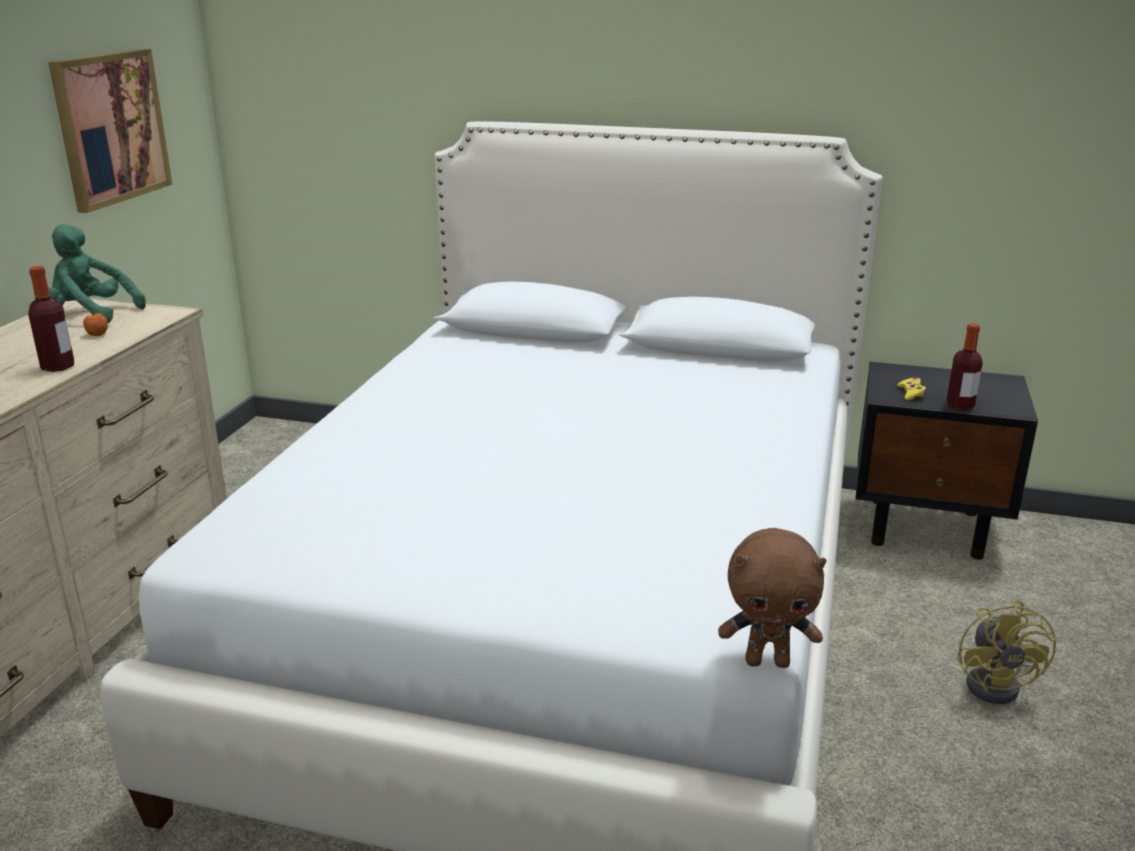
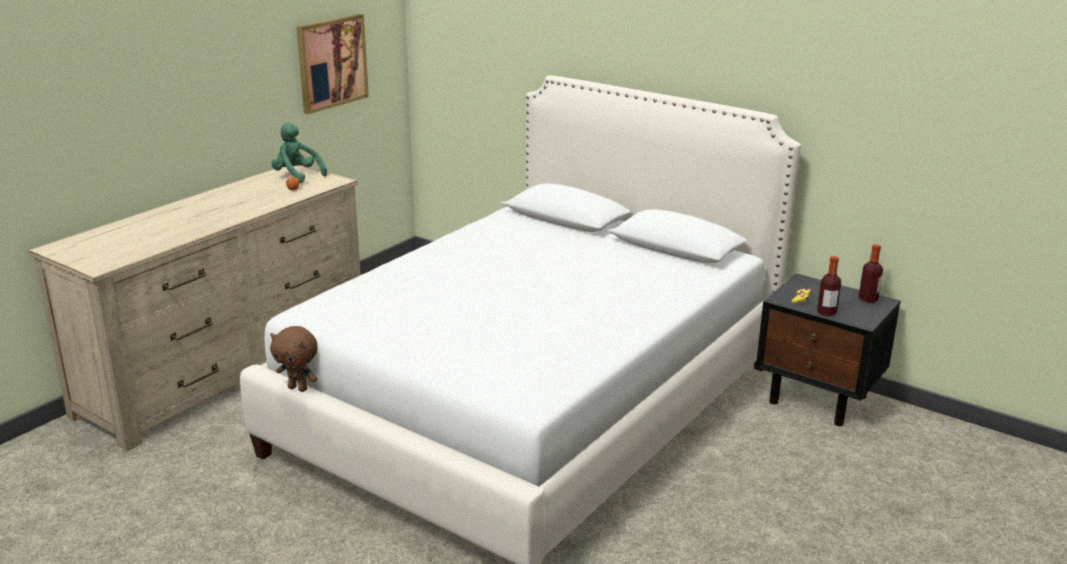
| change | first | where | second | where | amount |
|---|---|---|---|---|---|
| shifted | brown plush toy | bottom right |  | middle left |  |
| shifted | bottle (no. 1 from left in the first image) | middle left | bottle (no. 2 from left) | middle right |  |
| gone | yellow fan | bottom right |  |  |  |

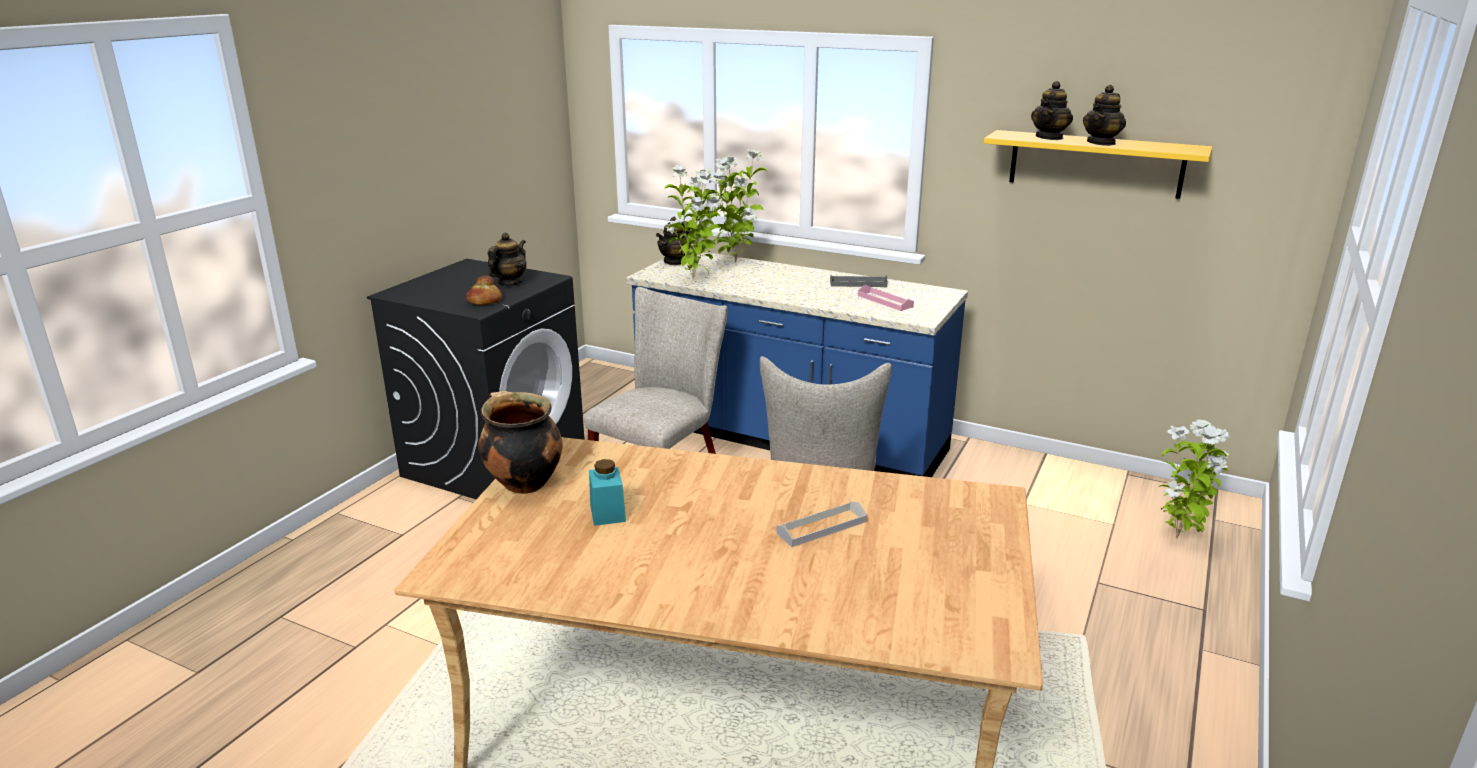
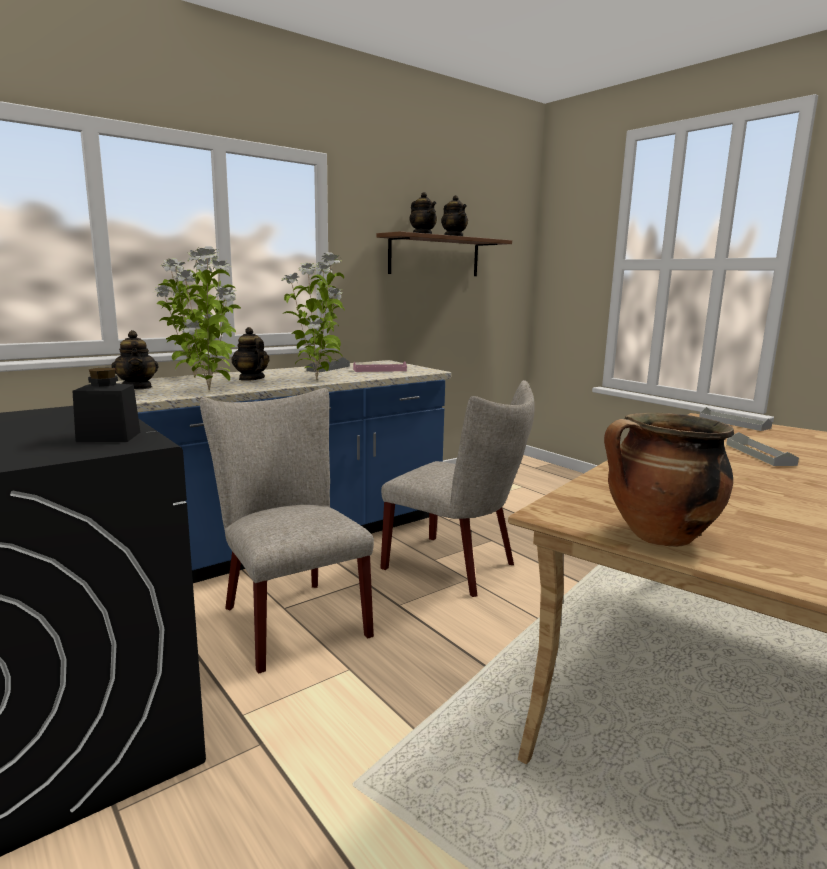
| change | first | where | second | where | amount |
|---|---|---|---|---|---|
| swapped | bread | middle left | black jar | middle left |  |
| shifted | teapot (no. 1 from left in the first image) | centre | teapot (no. 2 from left) | middle left |  |
| shifted | potted plant (no. 3 from left) | middle right |  | centre |  |
| repainted | yellow shelf | top right | brown shelf | top centre |  |
| new |  |  | grey tray (no. 2 from left) | middle right |  |
| gone | turquoise jar | centre |  |  |  |

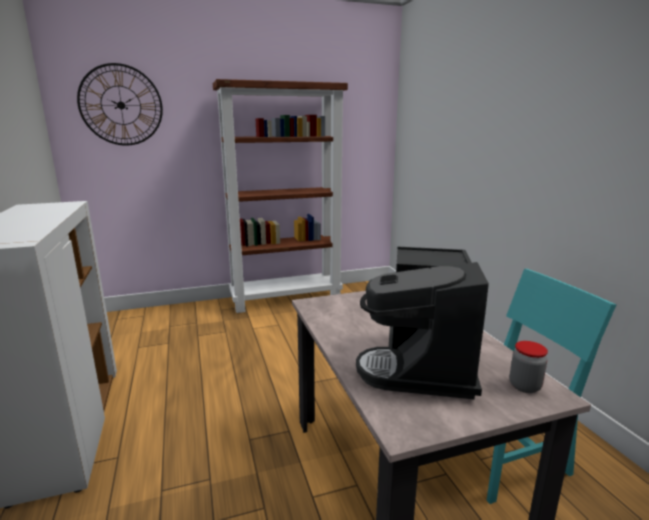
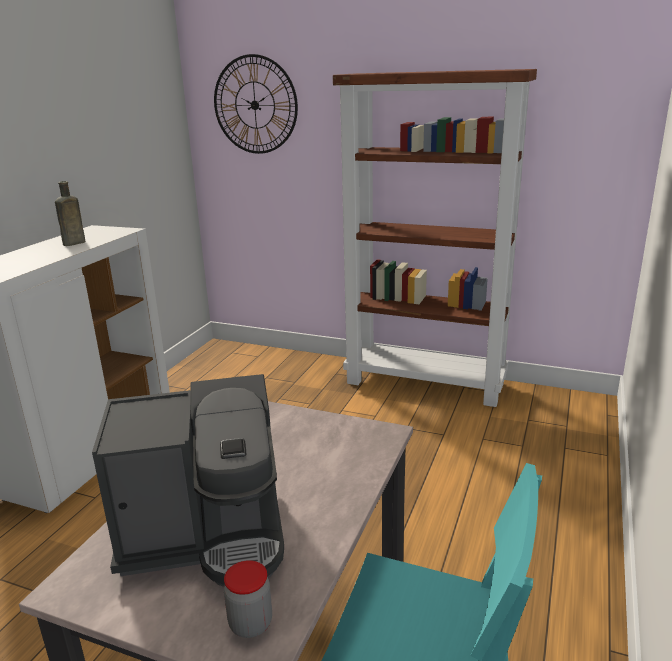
| change | first | where | second | where | amount |
|---|---|---|---|---|---|
| new |  |  | brown bottle | top left |  |
| rotated | coffee machine | centre |  | bottom left | 150 degrees counterclockwise |

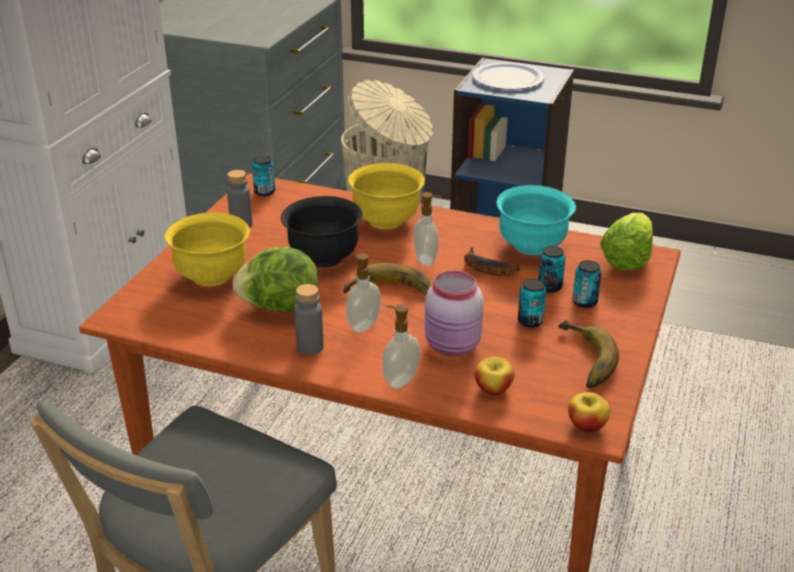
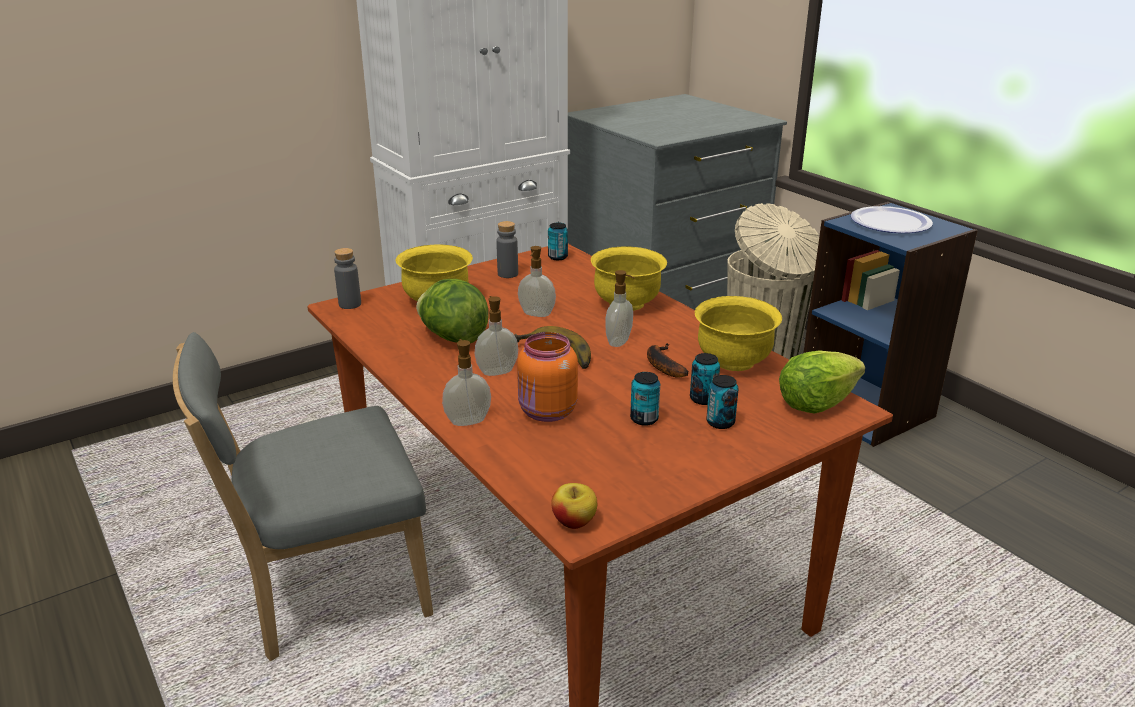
| change | first | where | second | where | amount |
|---|---|---|---|---|---|
| shifted | grey bottle (no. 2 from left in the first image) | centre | grey bottle (no. 1 from left) | middle left |  |
| repainted | pink jar | centre | orange jar | centre |  |
| swapped | black bowl | centre | soap dispenser (no. 3 from left) | centre |  |
| repainted | turquoise bowl | middle right | yellow bowl (no. 3 from left) | centre |  |
| gone | apple (no. 1 from left) | centre |  |  |  |
| gone | banana (no. 3 from left) | middle right |  |  |  |

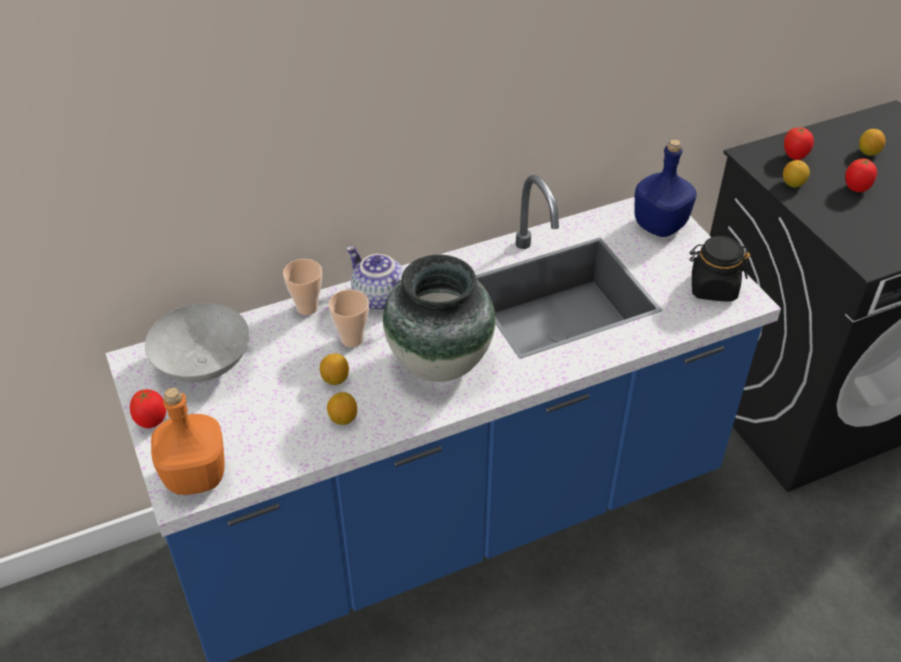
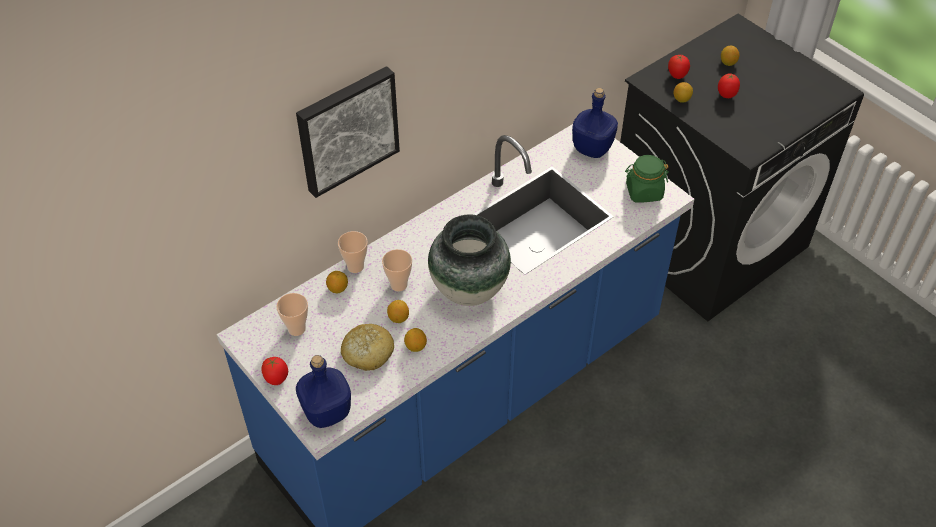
| change | first | where | second | where | amount |
|---|---|---|---|---|---|
| swapped | grey bowl | middle left | cup (no. 1 from left) | middle left |  |
| new |  |  | picture | top centre |  |
| repainted | orange bottle | middle left | blue bottle (no. 1 from left) | bottom centre |  |
| new |  |  | lemon (no. 1 from left) | centre |  |
| new |  |  | bread | centre |  |
| repainted | black jar | middle right | green jar | middle right |  |
| gone | teapot | centre |  |  |  |

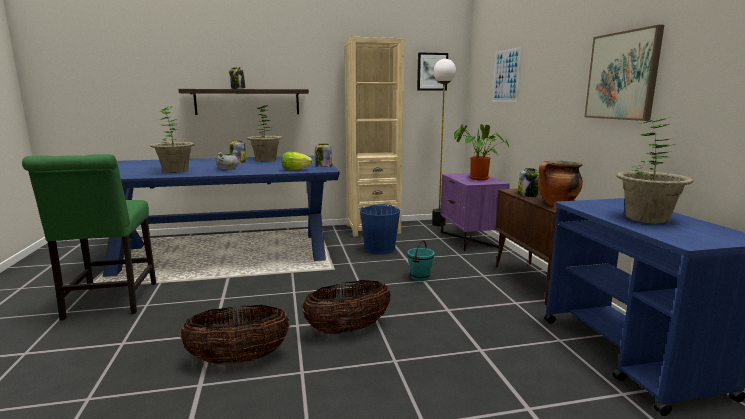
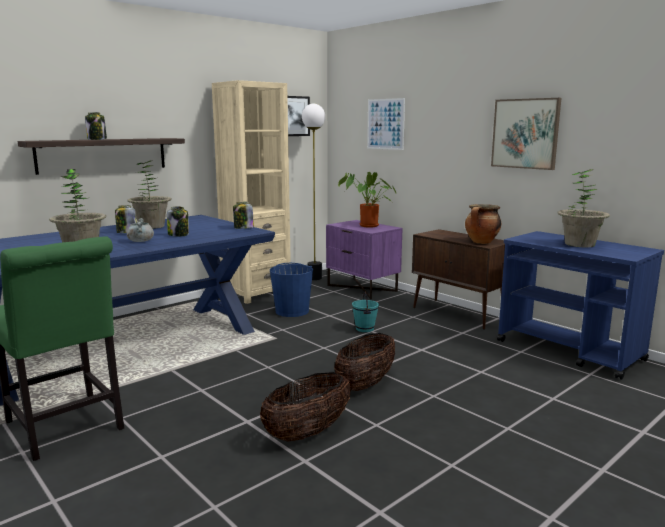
| change | first | where | second | where | amount |
|---|---|---|---|---|---|
| shifted | jar (no. 4 from left in the first image) | middle right | jar (no. 3 from left) | middle left |  |
| gone | lettuce | centre |  |  |  |

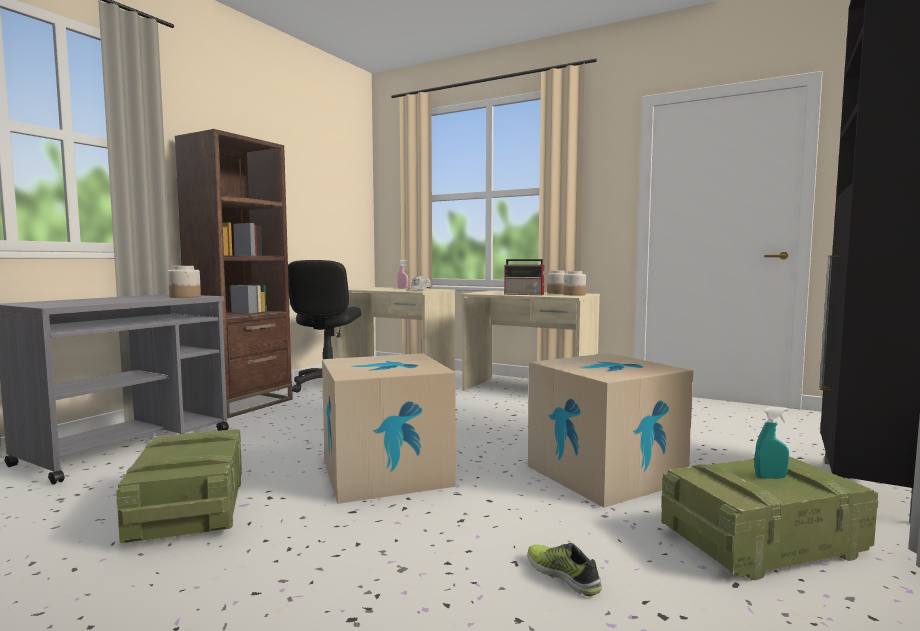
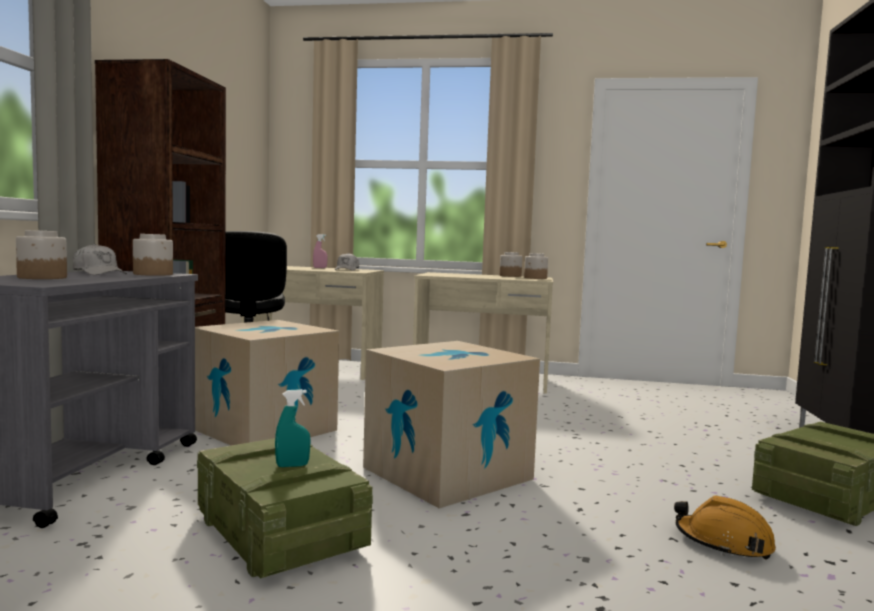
| change | first | where | second | where | amount |
|---|---|---|---|---|---|
| new |  |  | jar (no. 1 from left) | middle left |  |
| new |  |  | white cap (no. 1 from left) | middle left |  |
| shifted | cardboard box (no. 2 from left in the first image) | bottom centre | cardboard box (no. 1 from left) | middle left |  |
| shifted | turquoise spray bottle | bottom right |  | bottom centre |  |
| swapped | shoe | bottom centre | orange hard hat | bottom right |  |
| gone | radio | centre |  |  |  |

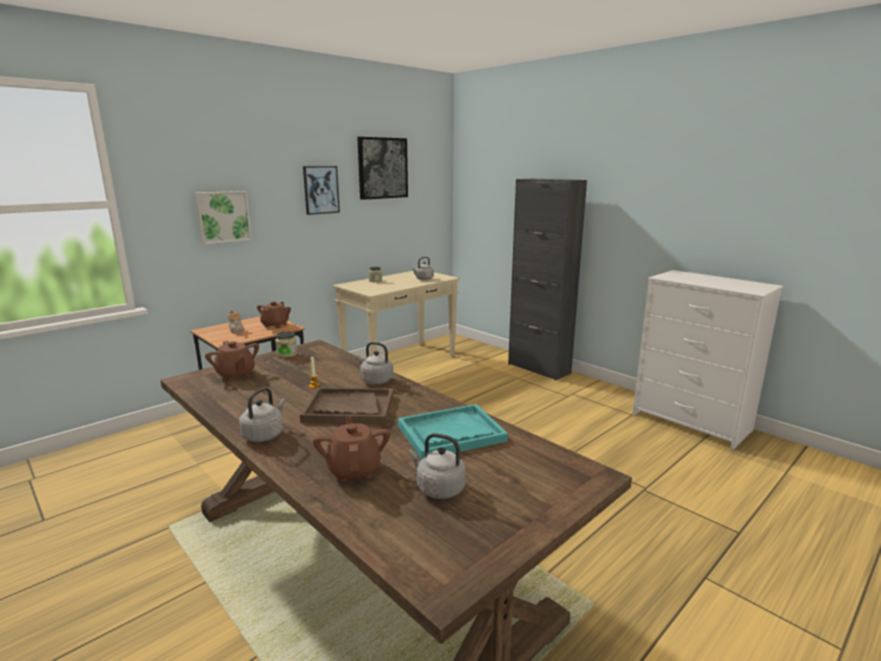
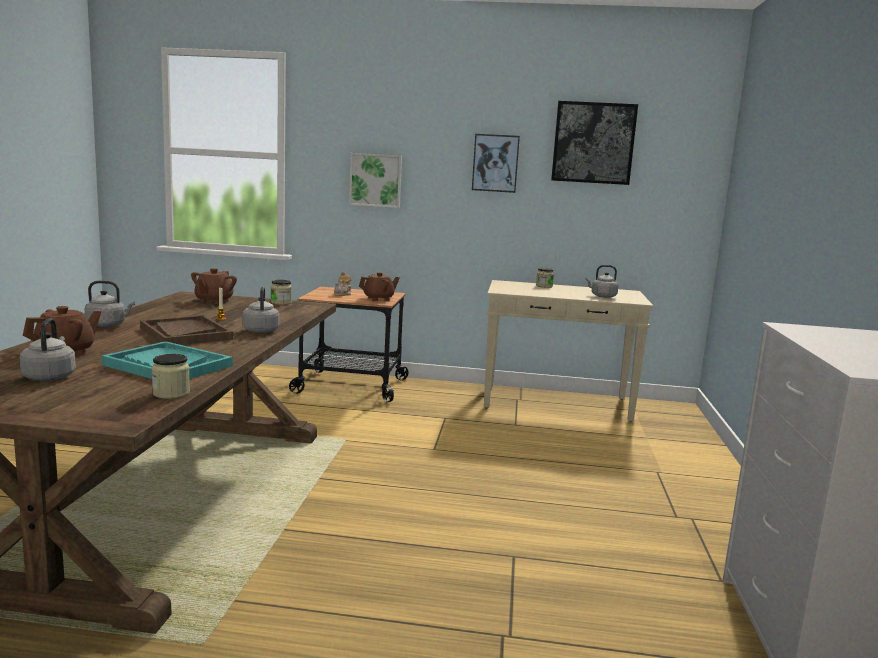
| change | first | where | second | where | amount |
|---|---|---|---|---|---|
| new |  |  | jar (no. 1 from left) | middle left |  |
| gone | black cabinet | centre |  |  |  |

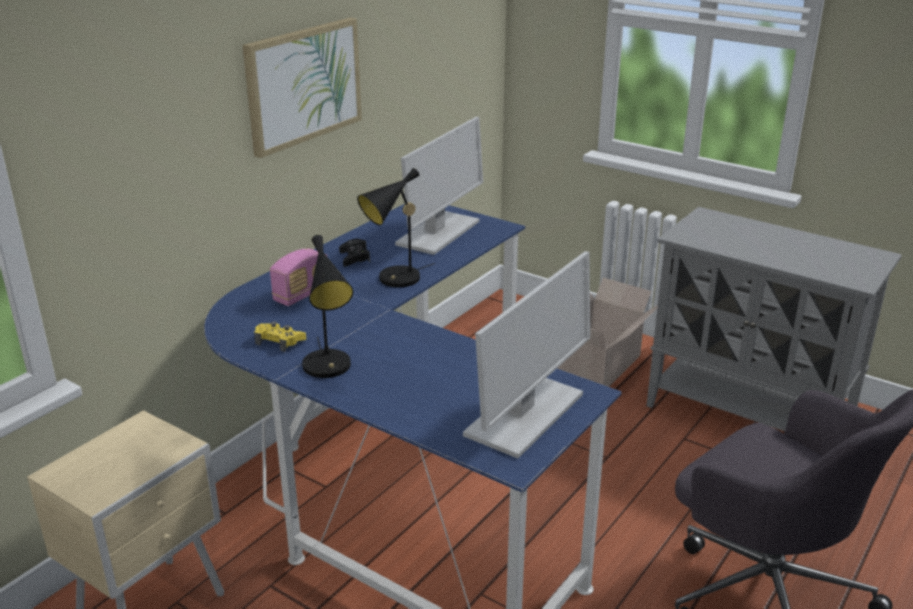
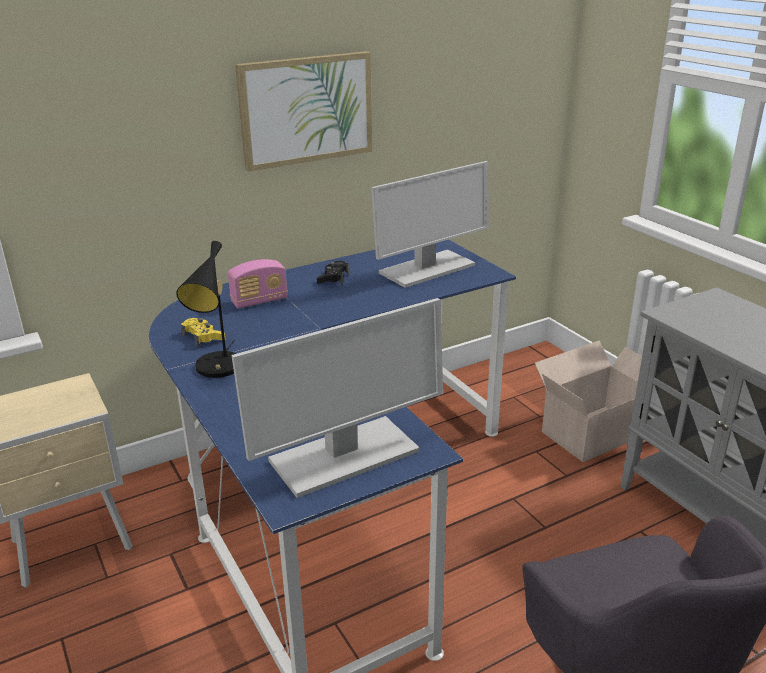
| change | first | where | second | where | amount |
|---|---|---|---|---|---|
| gone | black table lamp (no. 2 from left) | centre |  |  |  |

